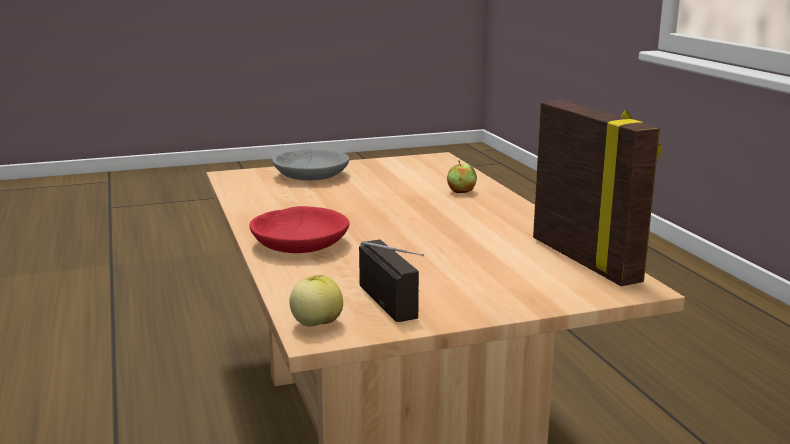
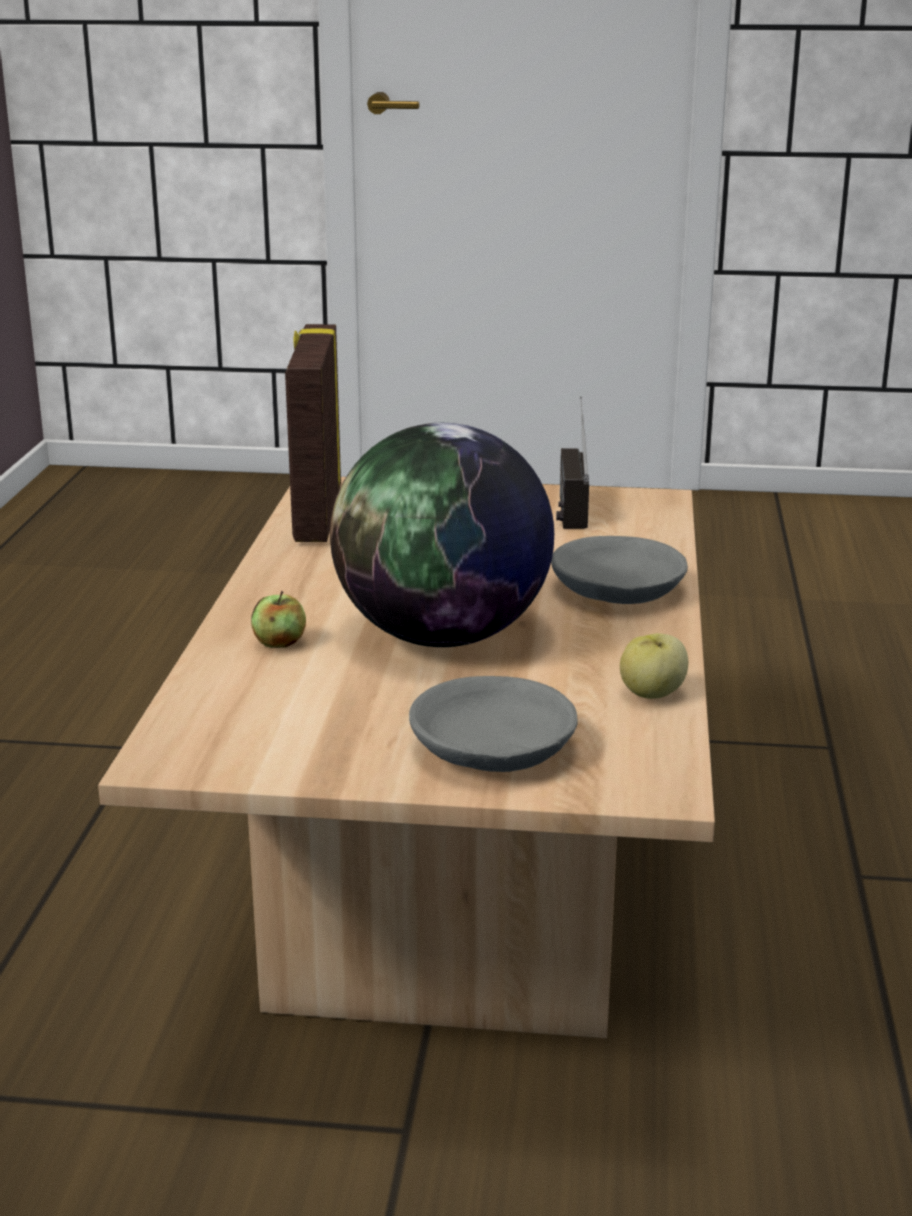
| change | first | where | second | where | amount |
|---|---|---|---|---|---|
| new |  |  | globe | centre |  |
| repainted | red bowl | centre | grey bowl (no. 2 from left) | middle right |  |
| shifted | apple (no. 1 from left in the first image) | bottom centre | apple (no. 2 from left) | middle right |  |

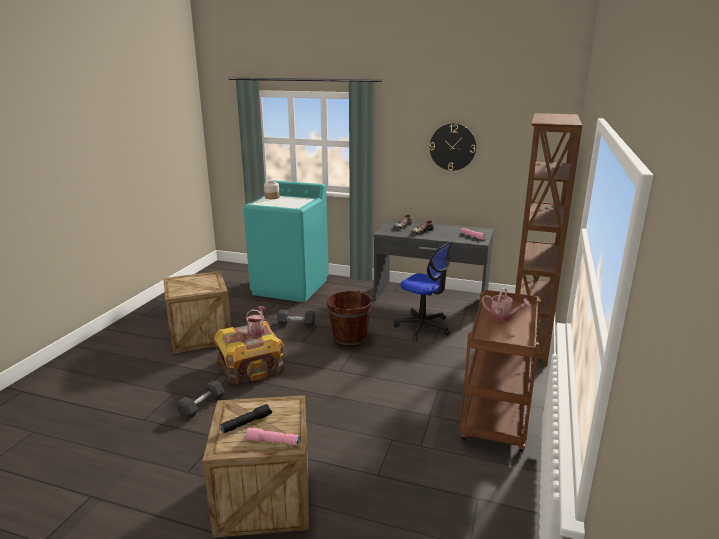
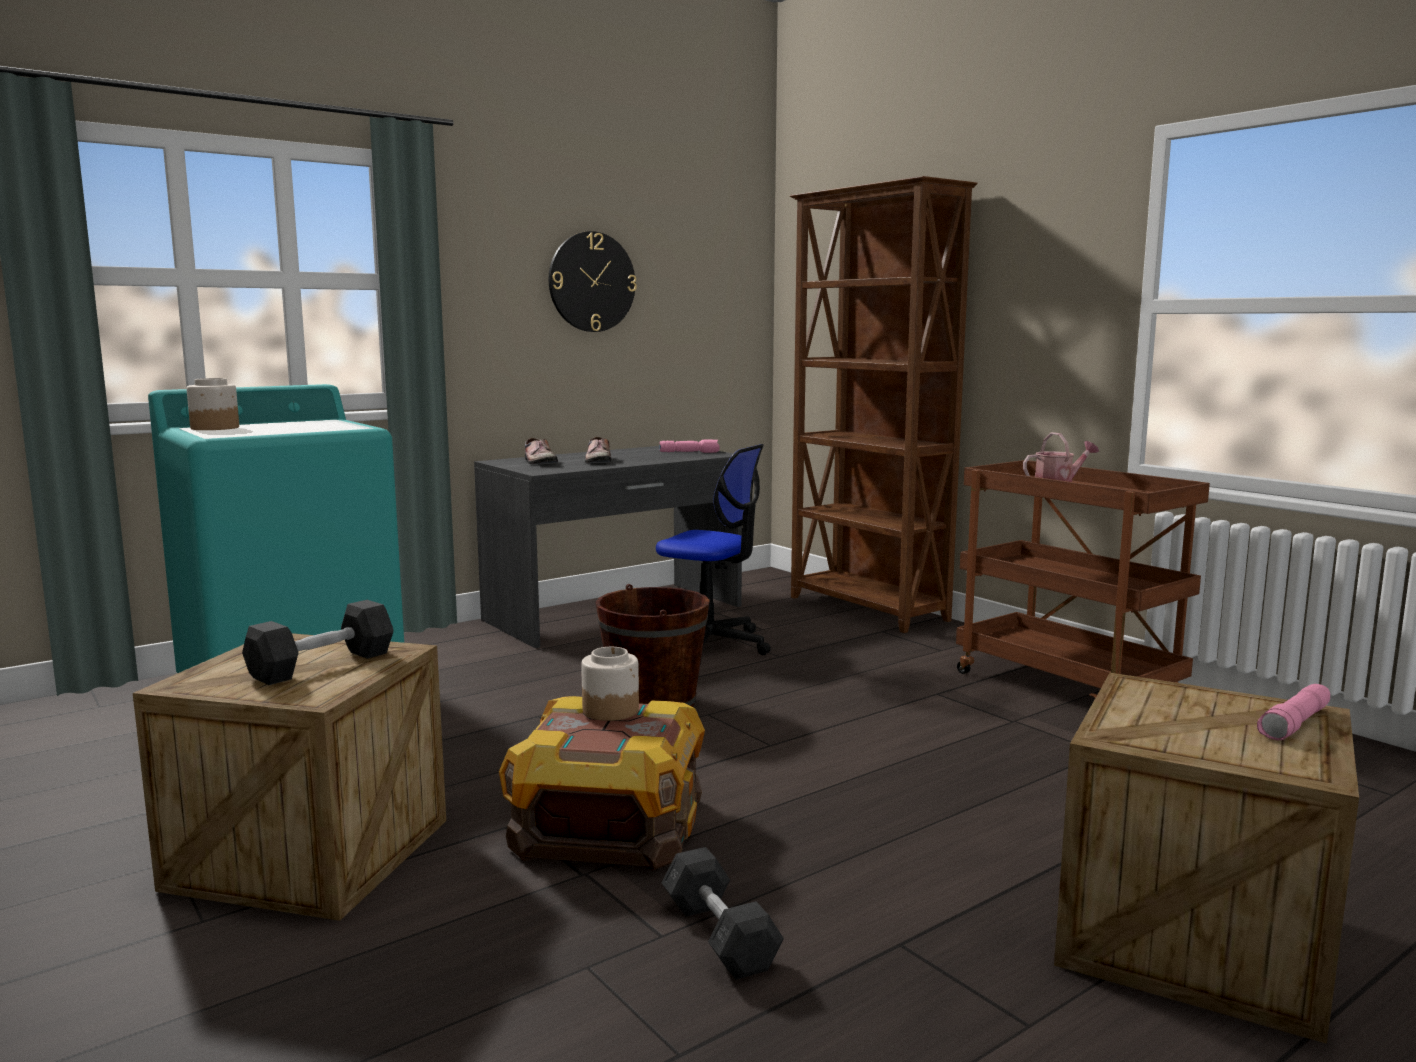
| change | first | where | second | where | amount |
|---|---|---|---|---|---|
| shifted | grey dumbbell (no. 2 from left in the first image) | centre | grey dumbbell (no. 1 from left) | middle left |  |
| swapped | watering can (no. 1 from left) | centre | jar (no. 2 from left) | centre |  |
| rotated | office chair | centre |  | centre | 45 degrees clockwise |
| gone | black flashlight | bottom centre |  |  |  |

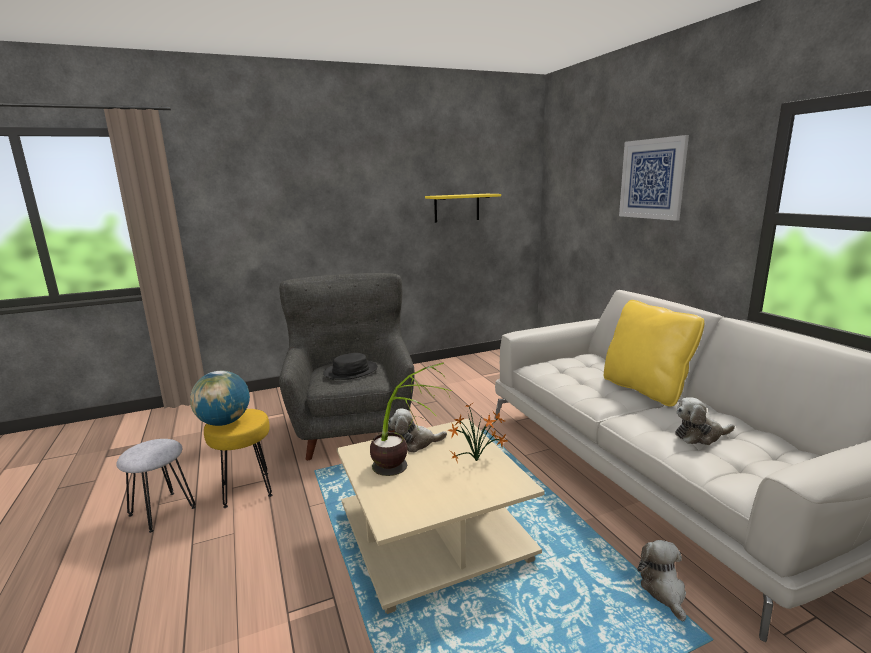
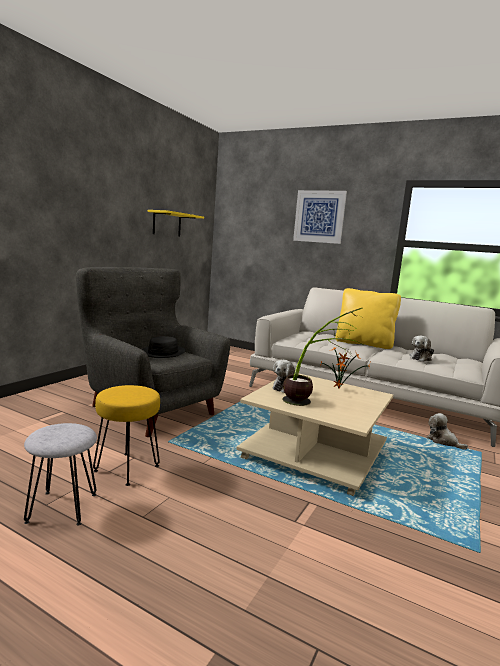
| change | first | where | second | where | amount |
|---|---|---|---|---|---|
| gone | globe | middle left |  |  |  |

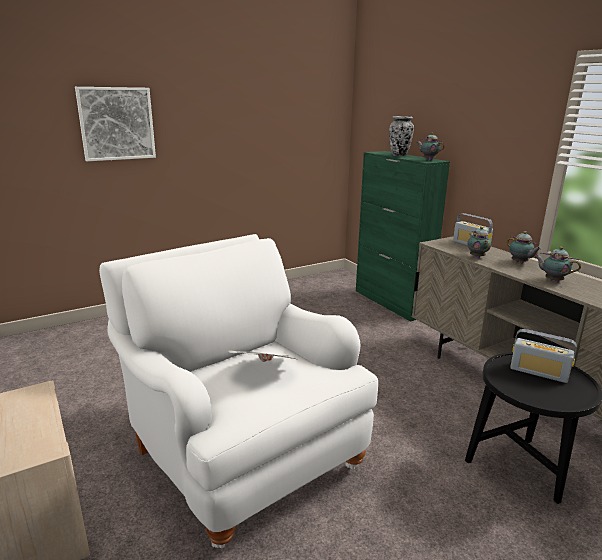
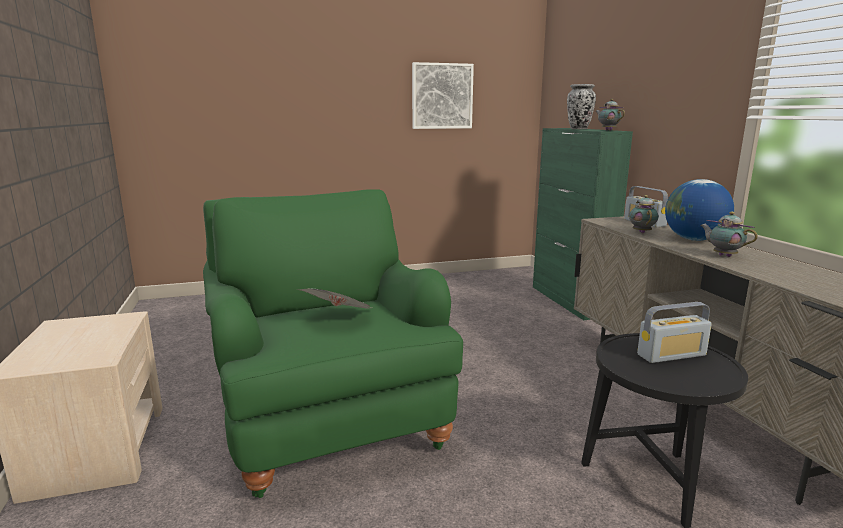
| change | first | where | second | where | amount |
|---|---|---|---|---|---|
| repainted | white armchair | bottom centre | green armchair | centre |  |
| shifted | picture | top left |  | top centre |  |
| rotated | radio (no. 2 from left) | middle right |  | middle right | 60 degrees counterclockwise |
| swapped | teapot (no. 3 from left) | middle right | globe | middle right |  |

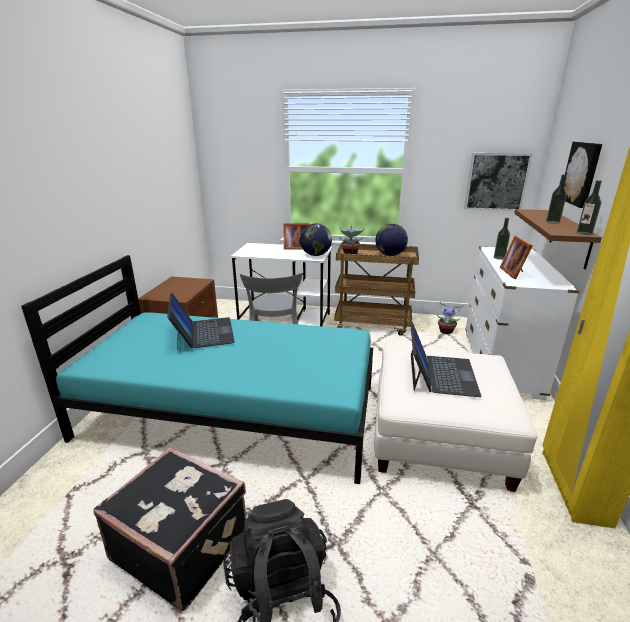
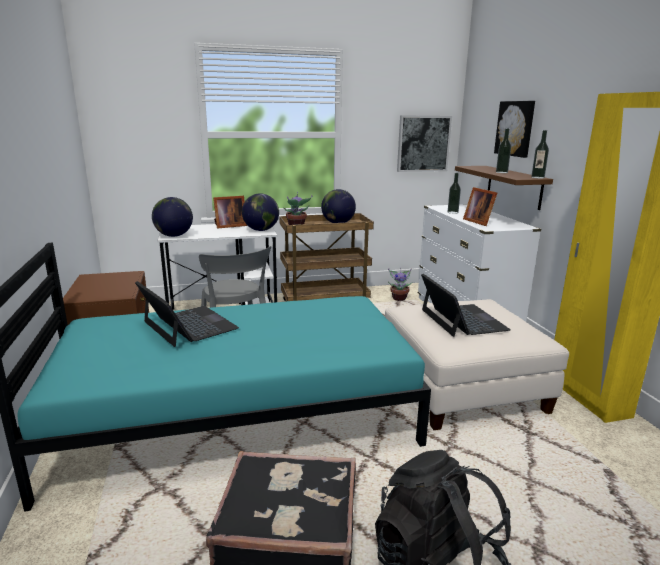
| change | first | where | second | where | amount |
|---|---|---|---|---|---|
| new |  |  | globe (no. 1 from left) | middle left |  |

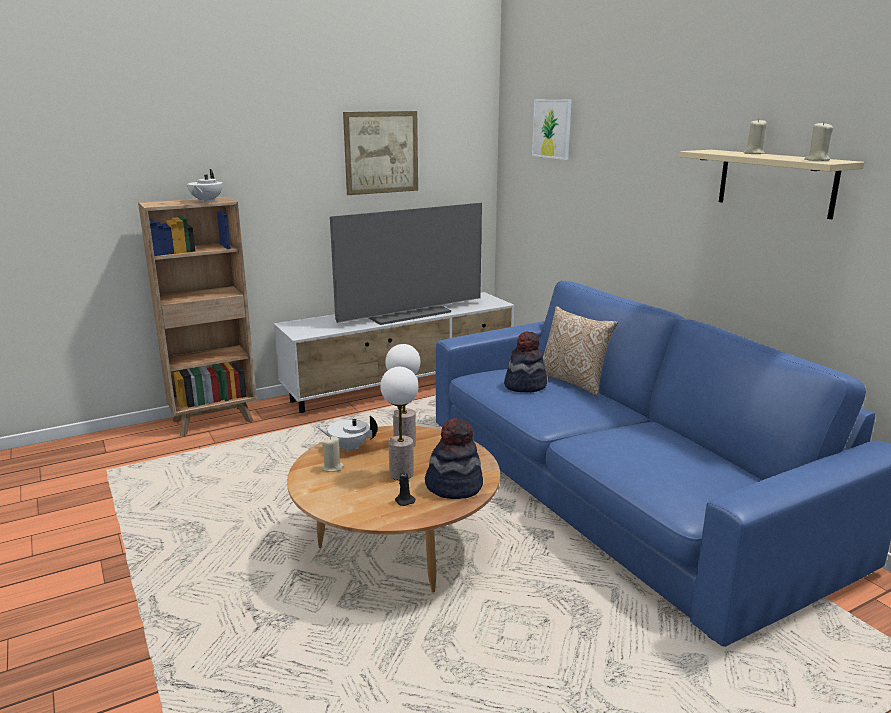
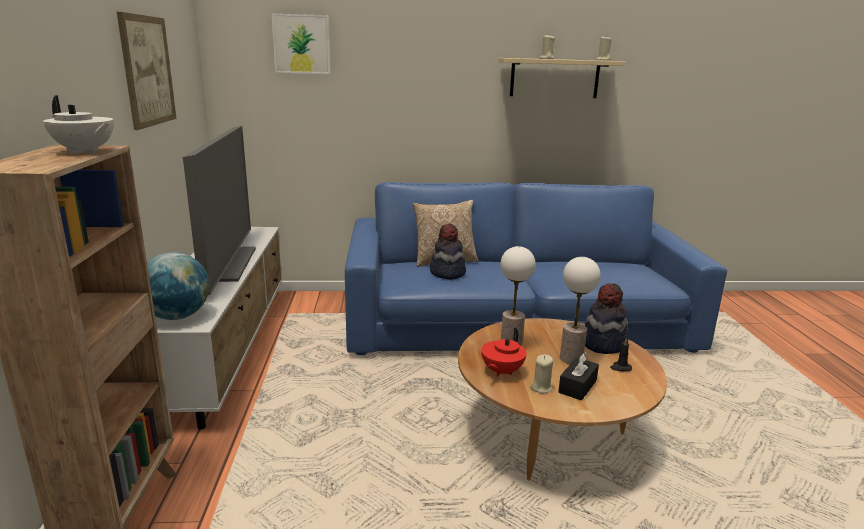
| change | first | where | second | where | amount |
|---|---|---|---|---|---|
| new |  |  | globe | middle left |  |
| repainted | white teapot (no. 2 from left) | centre | red teapot | centre |  |
| new |  |  | black tissue box | bottom right |  |

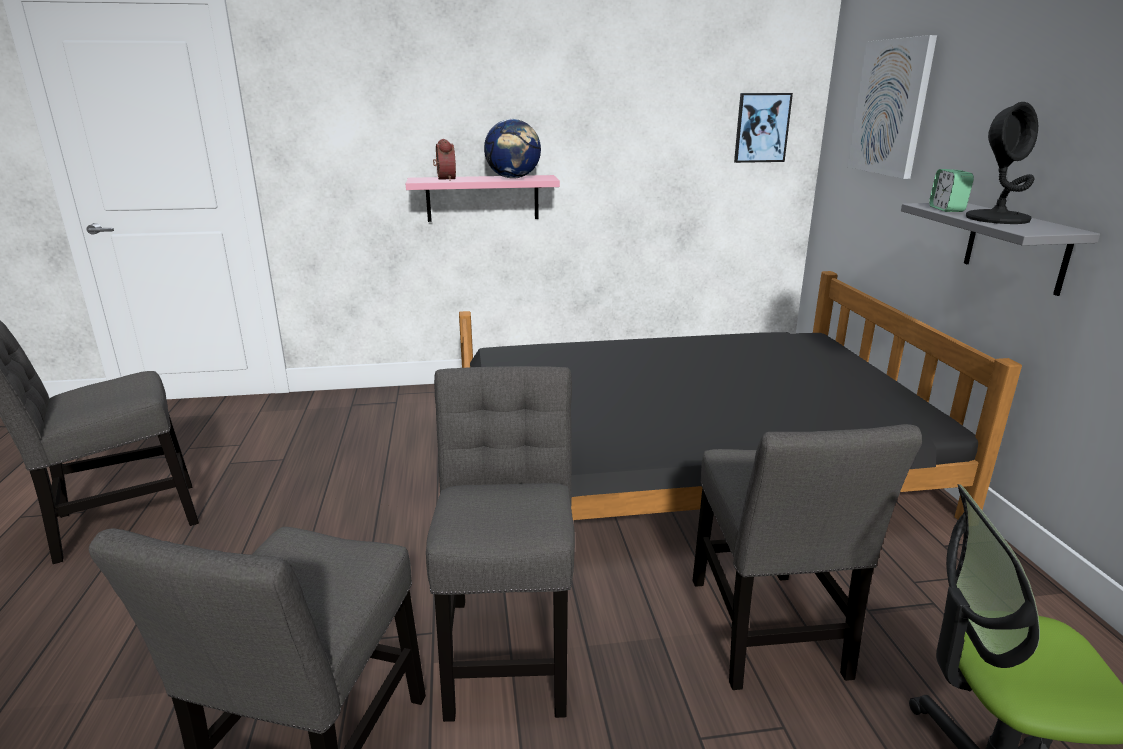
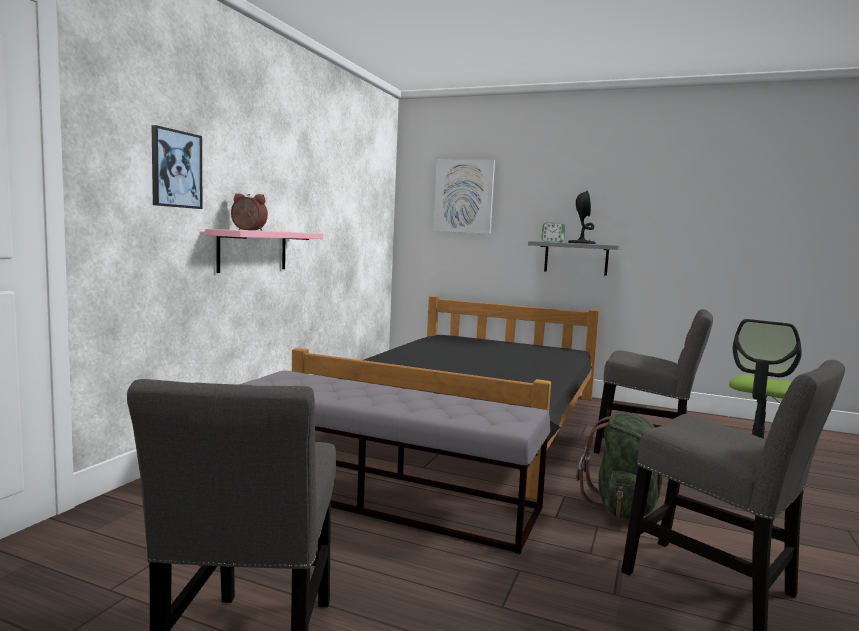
| change | first | where | second | where | amount |
|---|---|---|---|---|---|
| shifted | picture (no. 1 from left) | top right |  | top left |  |
| new |  |  | grey bench | bottom centre |  |
| swapped | grey chair (no. 3 from left) | bottom centre | green backpack | bottom right |  |
| gone | globe | top centre |  |  |  |

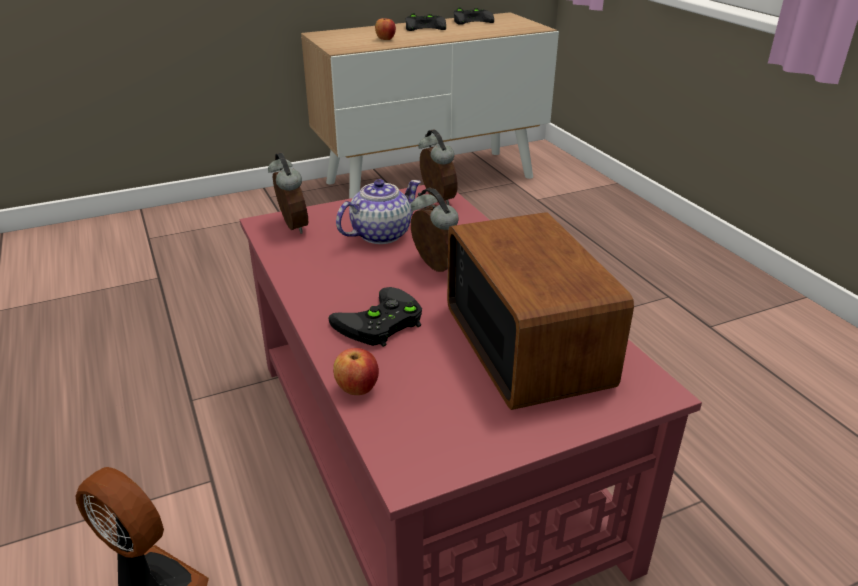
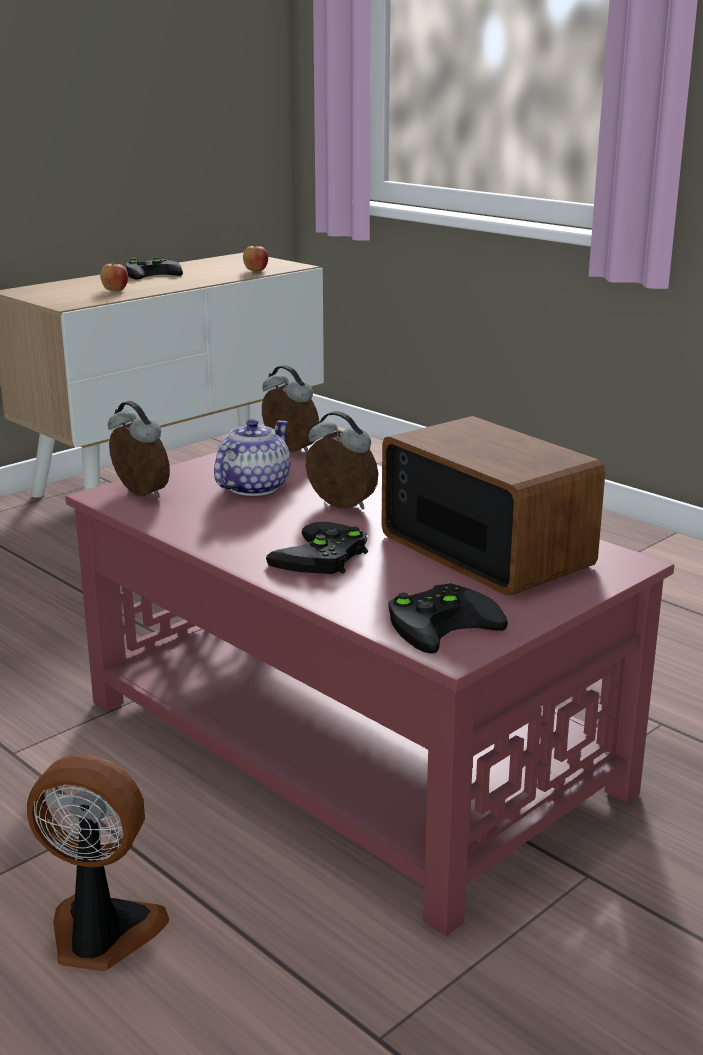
| change | first | where | second | where | amount |
|---|---|---|---|---|---|
| shifted | apple (no. 1 from left in the first image) | centre | apple (no. 2 from left) | top centre |  |
| shifted | black game controller (no. 3 from left) | top centre |  | centre |  |

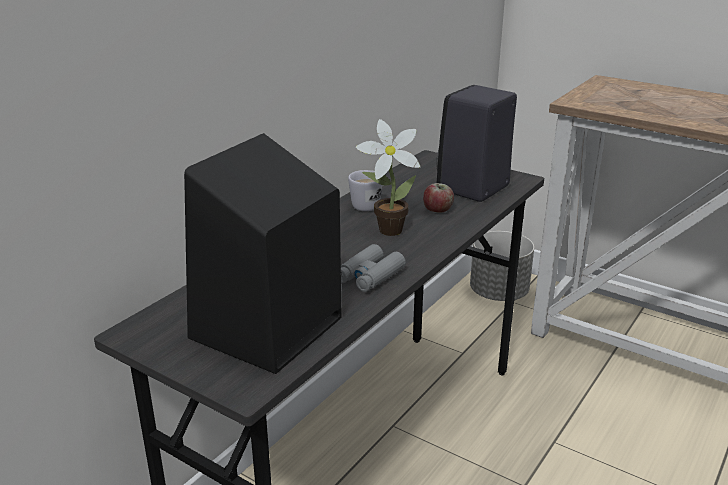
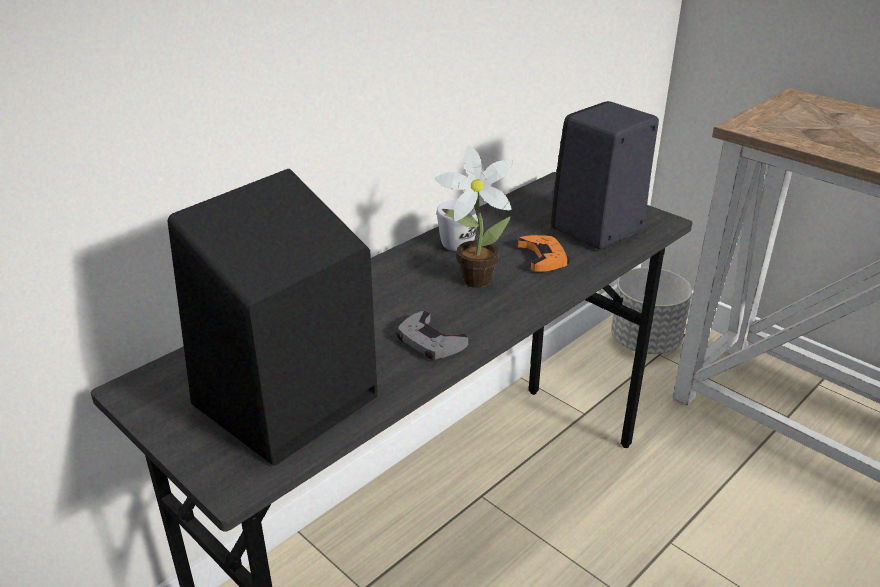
| change | first | where | second | where | amount |
|---|---|---|---|---|---|
| swapped | grey binoculars | centre | grey game controller | centre |  |
| swapped | apple | centre | orange game controller | centre |  |

